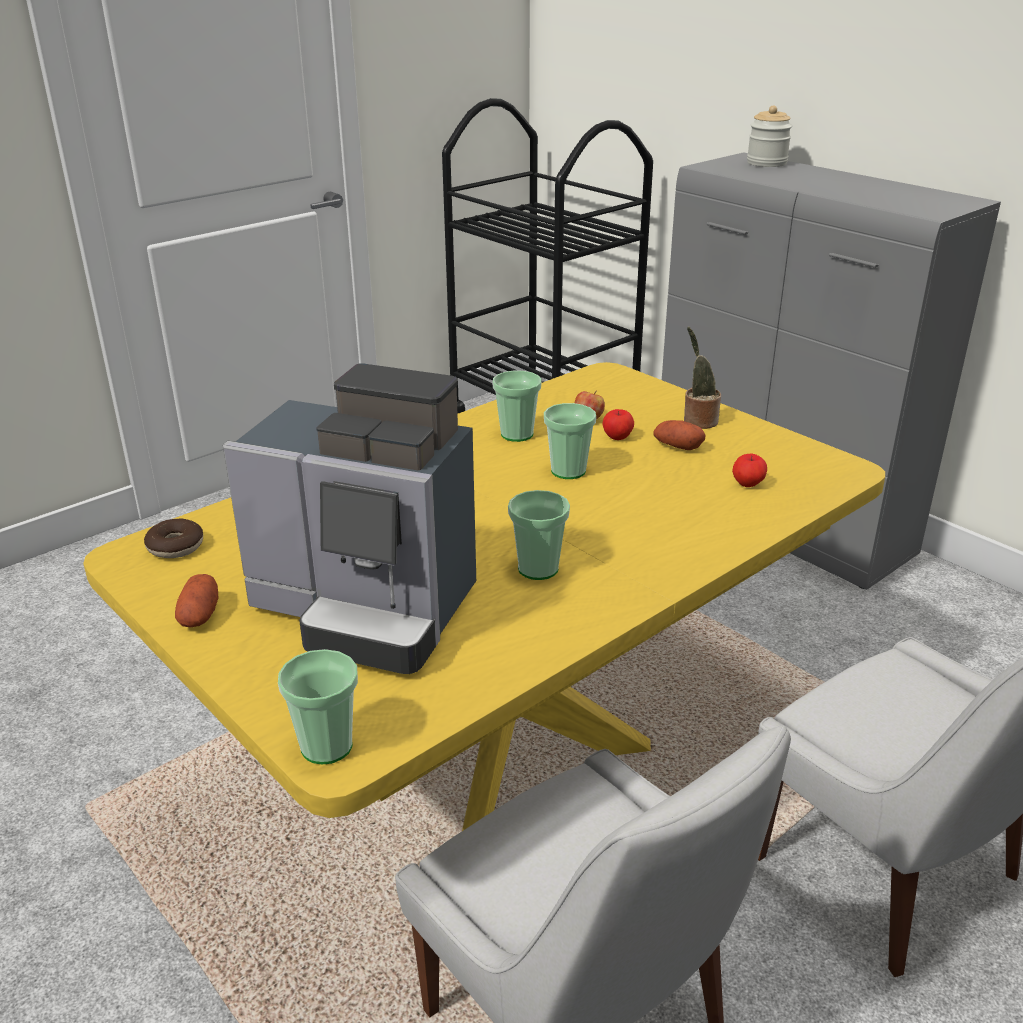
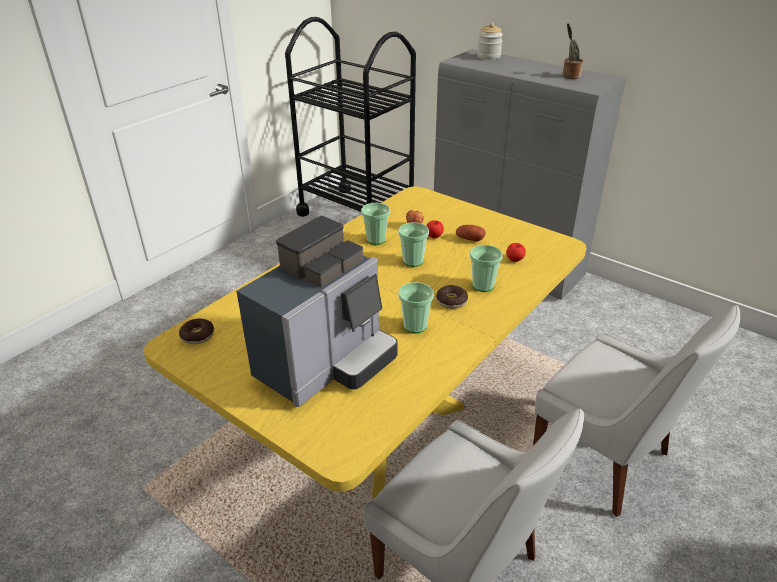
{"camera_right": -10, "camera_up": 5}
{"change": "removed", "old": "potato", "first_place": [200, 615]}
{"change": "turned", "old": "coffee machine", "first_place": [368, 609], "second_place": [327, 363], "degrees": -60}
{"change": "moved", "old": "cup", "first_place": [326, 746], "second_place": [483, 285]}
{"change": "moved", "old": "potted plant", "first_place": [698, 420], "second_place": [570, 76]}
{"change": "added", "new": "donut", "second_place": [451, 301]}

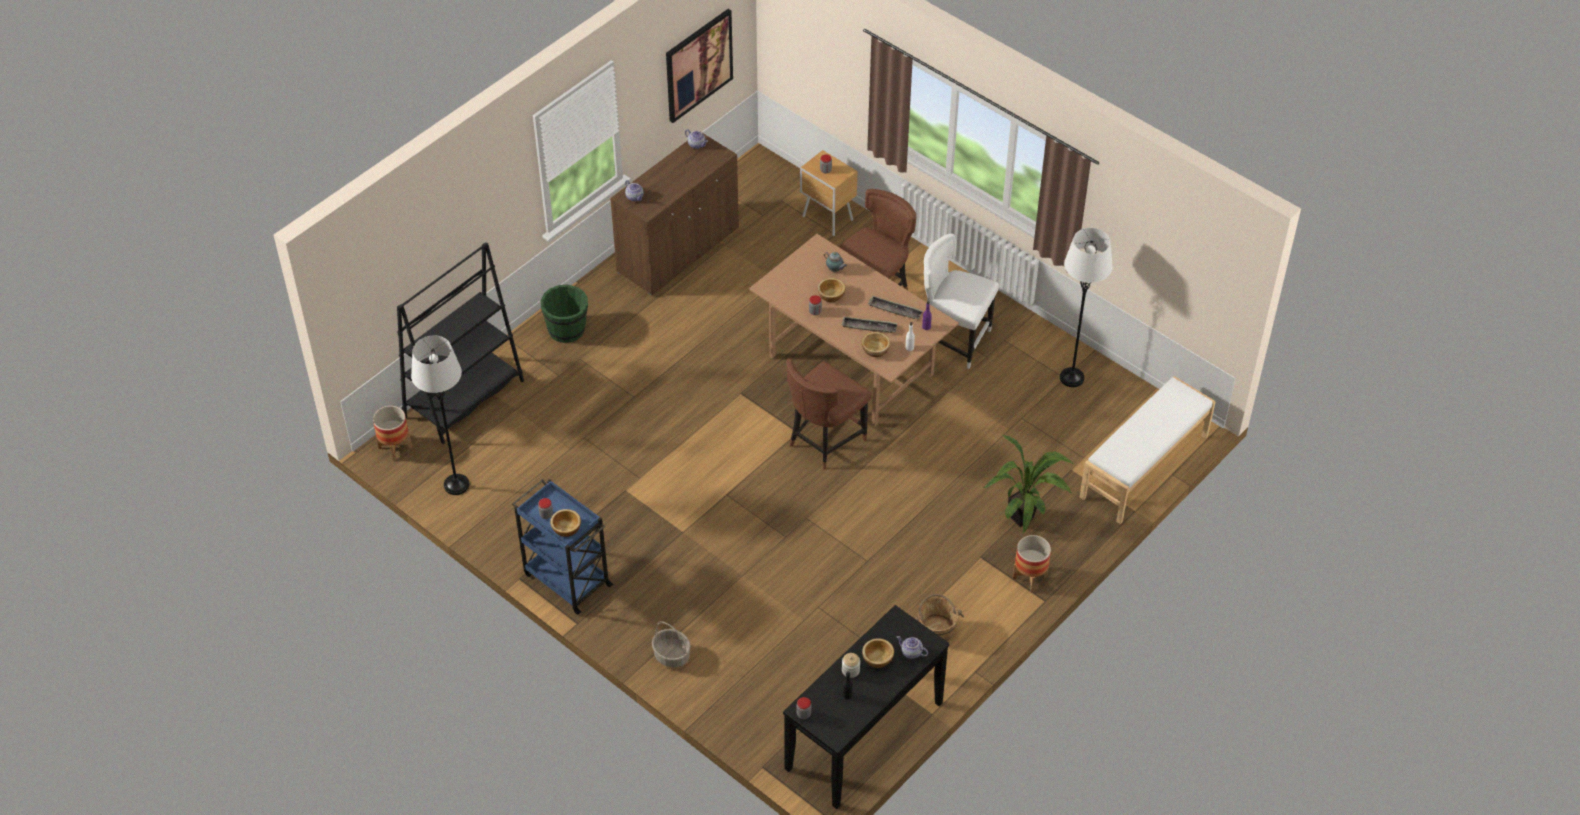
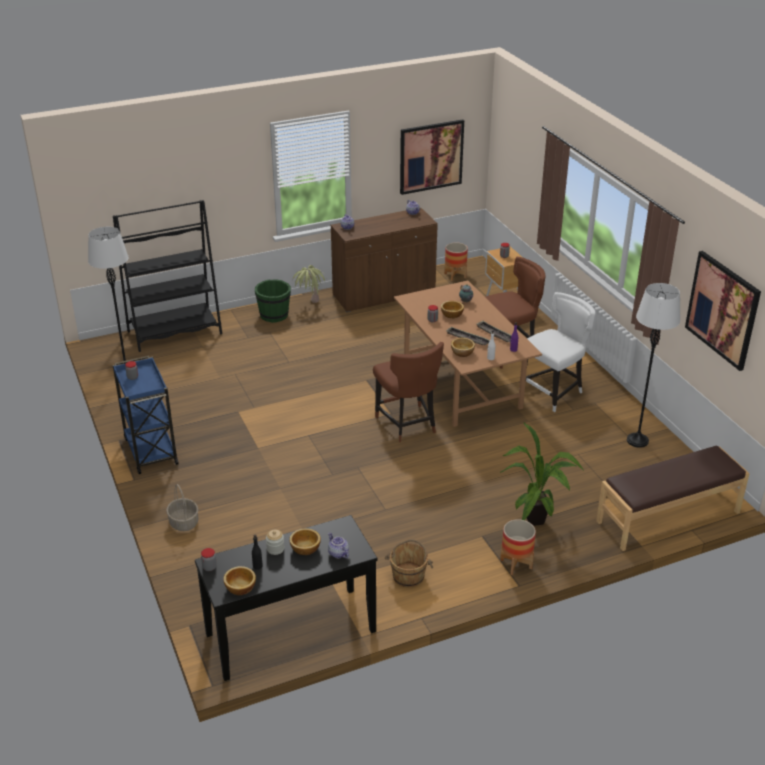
{"camera_right": 25, "camera_up": -15}
{"change": "moved", "old": "planter", "first_place": [395, 447], "second_place": [455, 275]}
{"change": "moved", "old": "bowl", "first_place": [565, 529], "second_place": [239, 587]}
{"change": "turned", "old": "brown chair", "first_place": [824, 441], "second_place": [407, 425], "degrees": -90}
{"change": "turned", "old": "white chair", "first_place": [954, 340], "second_place": [553, 392], "degrees": 90}
{"change": "recoloured", "old": "white bench", "new": "brown bench", "first_place": [1145, 467], "second_place": [668, 517]}
{"change": "added", "new": "potted plant", "second_place": [310, 306]}
{"change": "added", "new": "picture", "second_place": [722, 309]}

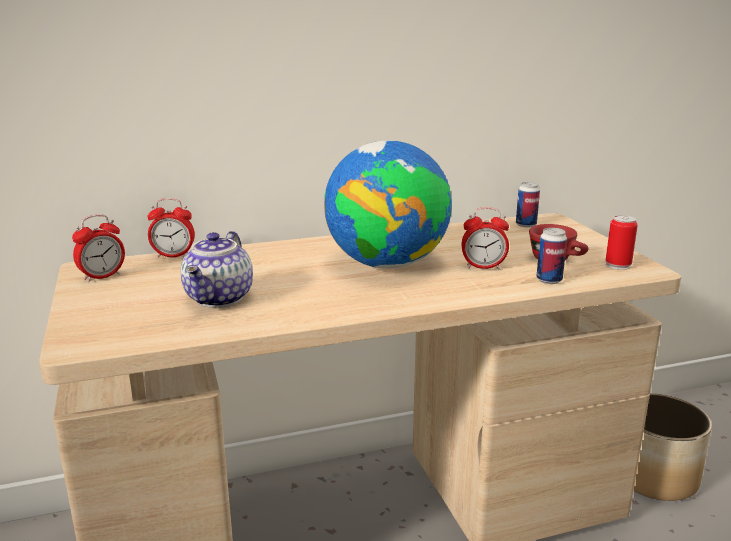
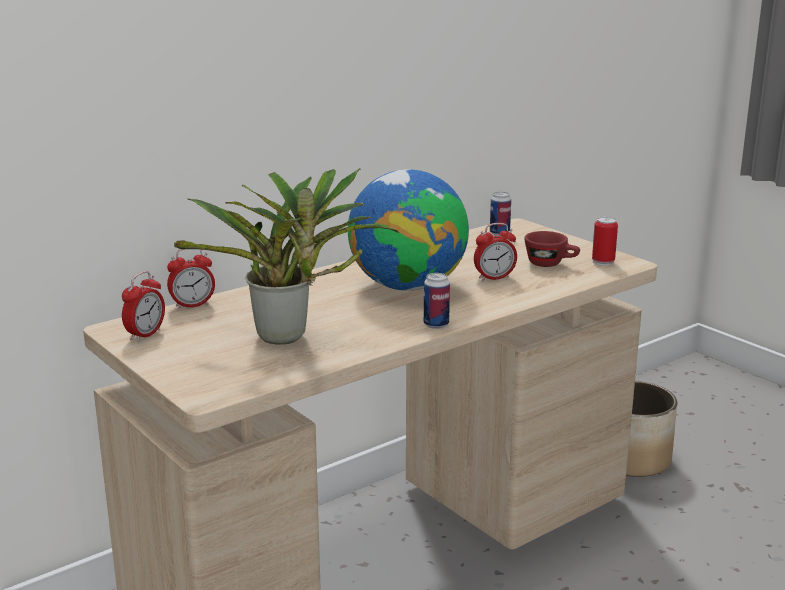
{"camera_right": -20, "camera_up": 0}
{"change": "replaced", "old": "teapot", "new": "potted plant", "first_place": [220, 299], "second_place": [288, 338]}
{"change": "moved", "old": "can", "first_place": [549, 280], "second_place": [436, 324]}

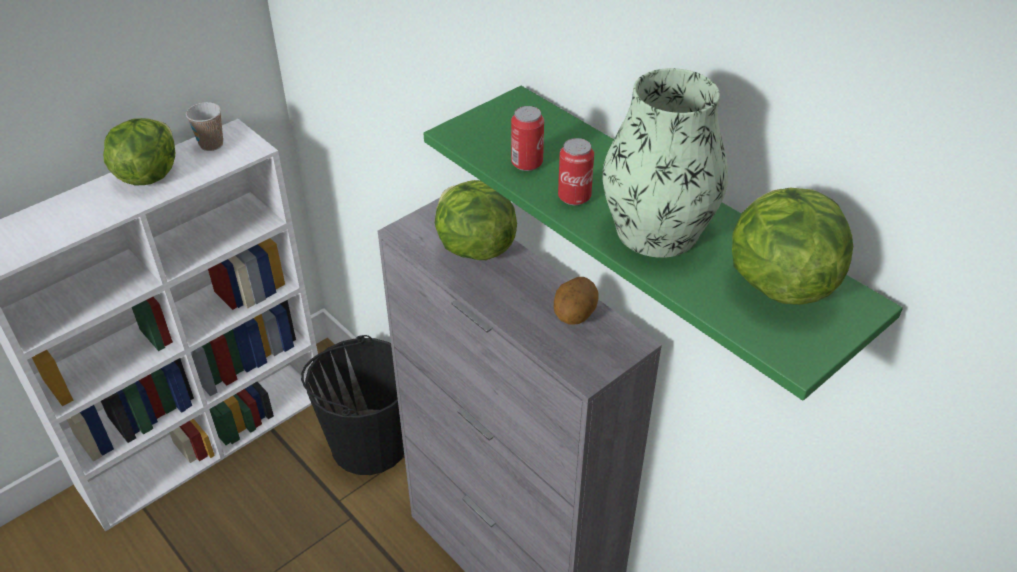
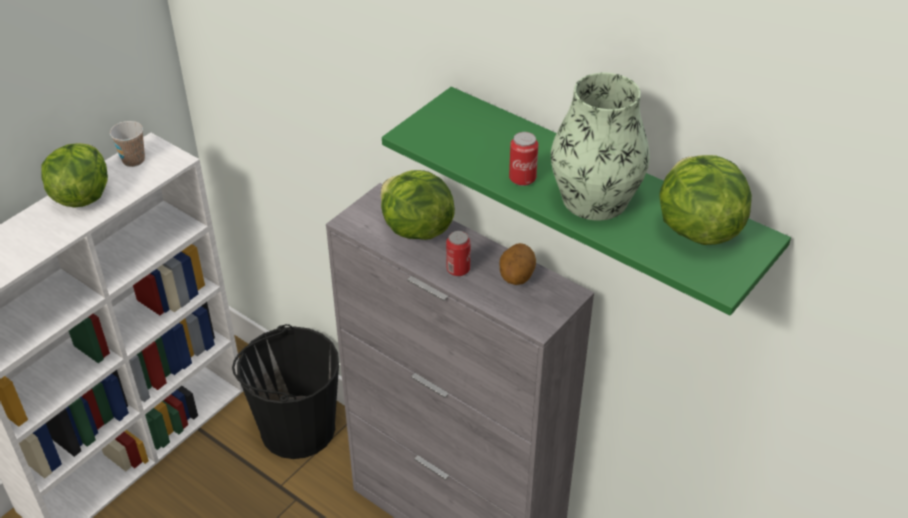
{"camera_right": -10, "camera_up": 0}
{"change": "moved", "old": "can", "first_place": [527, 163], "second_place": [458, 269]}

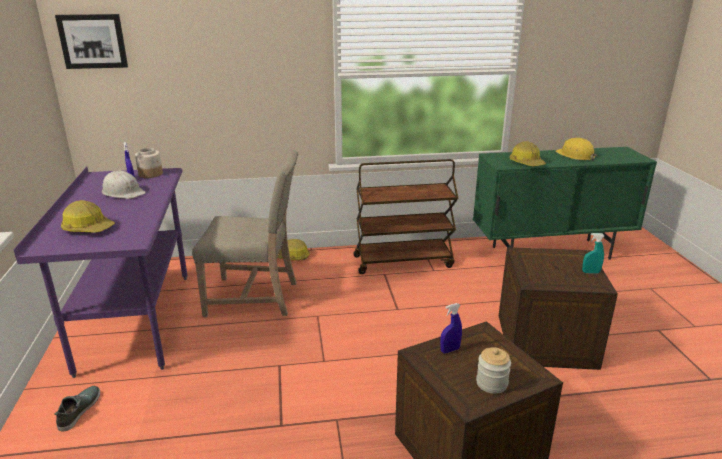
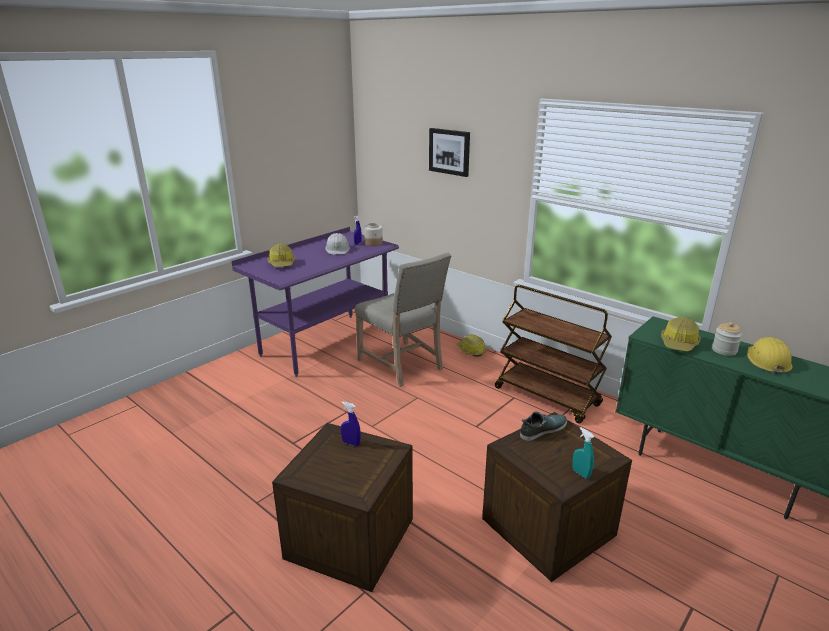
{"camera_right": 50, "camera_up": 0}
{"change": "moved", "old": "shoe", "first_place": [79, 410], "second_place": [542, 430]}
{"change": "moved", "old": "picture", "first_place": [93, 41], "second_place": [449, 151]}
{"change": "moved", "old": "jar", "first_place": [491, 383], "second_place": [724, 350]}

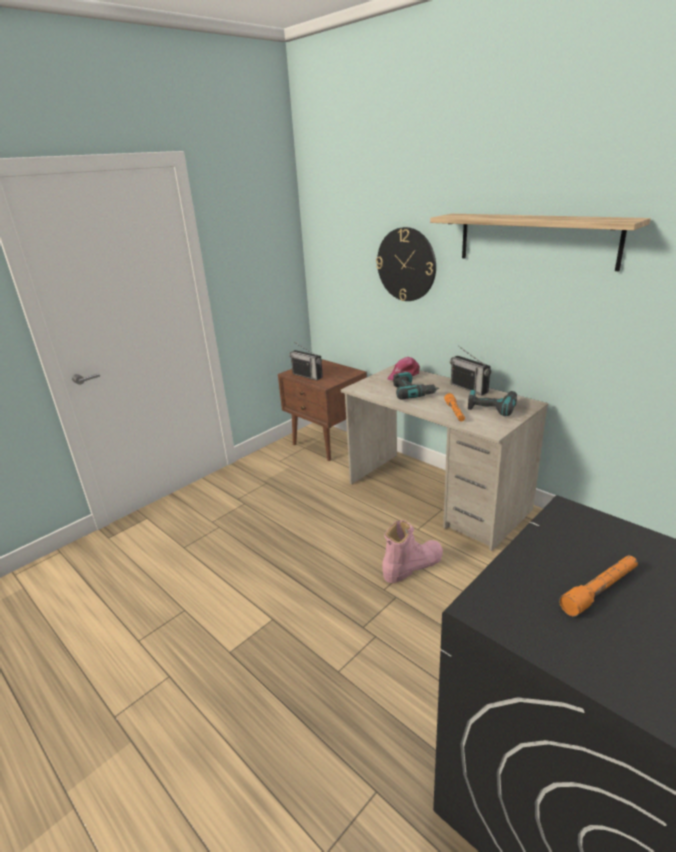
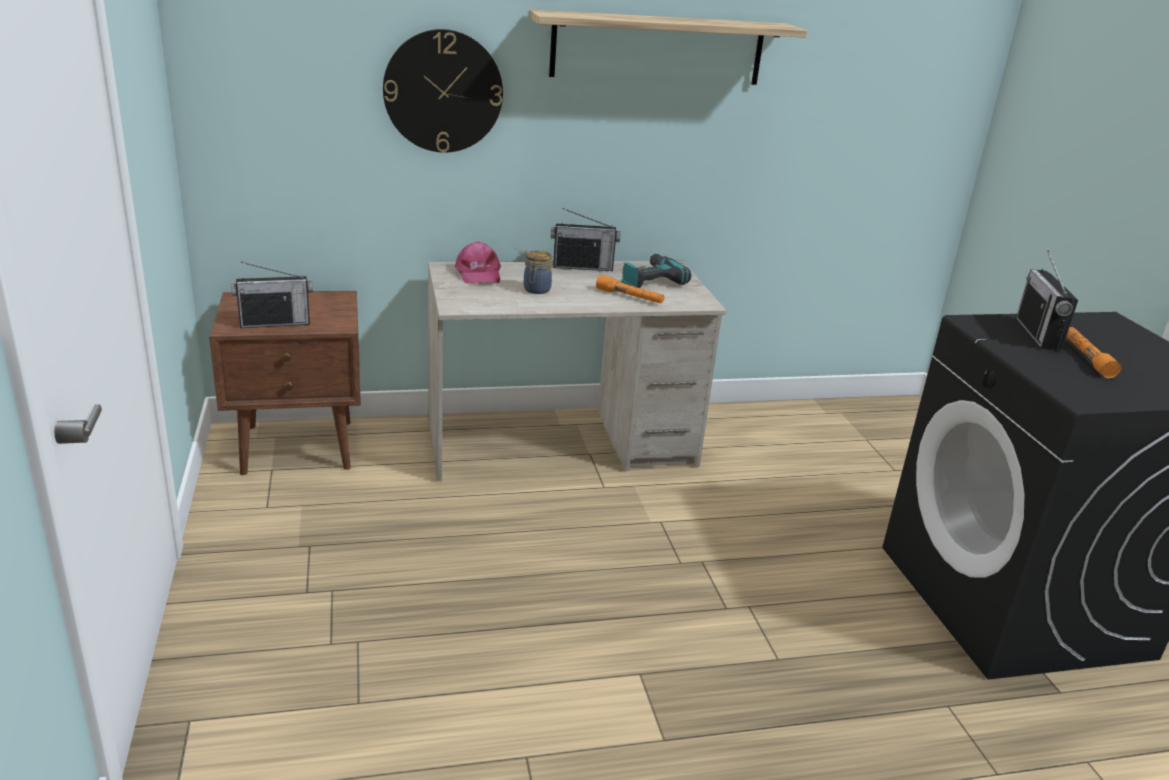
{"camera_right": -60, "camera_up": 0}
{"change": "removed", "old": "pink boot", "first_place": [412, 565]}
{"change": "replaced", "old": "power drill", "new": "jar", "first_place": [412, 392], "second_place": [536, 290]}
{"change": "added", "new": "radio", "second_place": [1037, 334]}

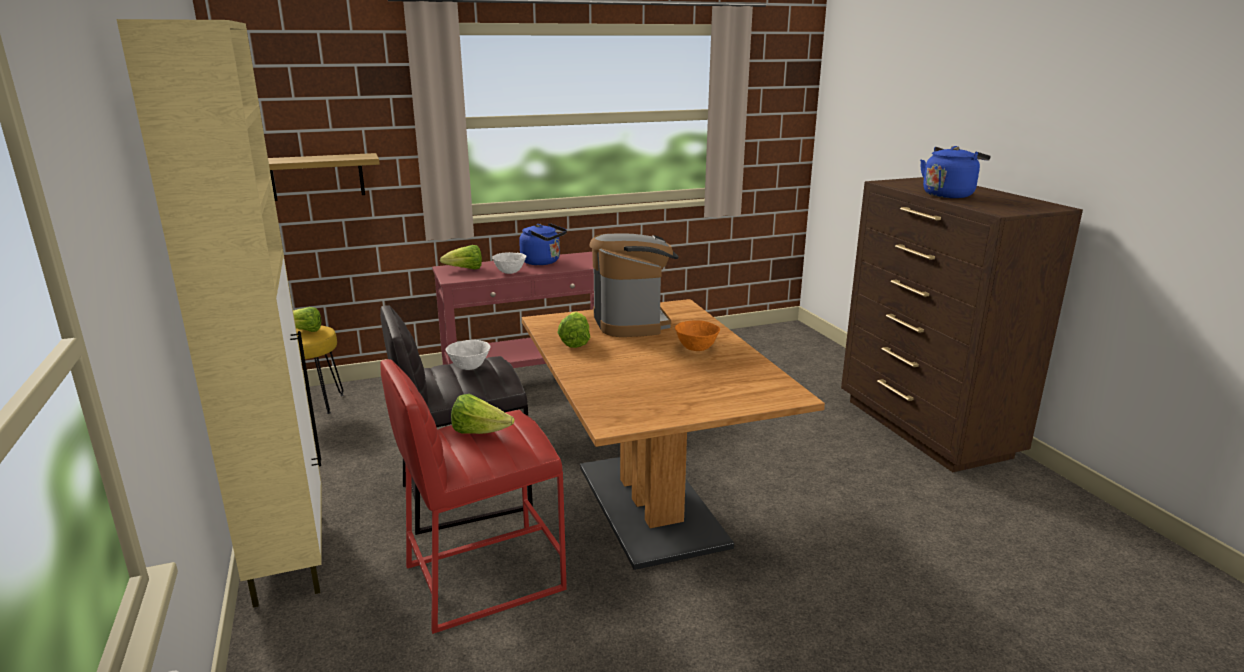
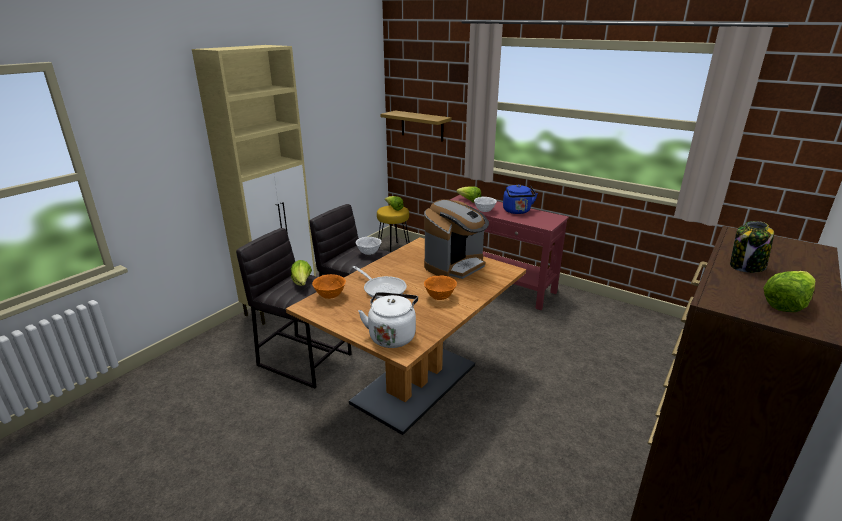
{"camera_right": 55, "camera_up": 5}
{"change": "recoloured", "old": "red stool", "new": "grey stool", "first_place": [482, 577], "second_place": [305, 359]}
{"change": "moved", "old": "lettuce", "first_place": [574, 342], "second_place": [786, 304]}
{"change": "replaced", "old": "blue kettle", "new": "jar", "first_place": [949, 195], "second_place": [746, 267]}
{"change": "added", "new": "orange bowl", "second_place": [330, 296]}
{"change": "added", "new": "frying pan", "second_place": [382, 289]}
{"change": "added", "new": "white kettle", "second_place": [392, 336]}

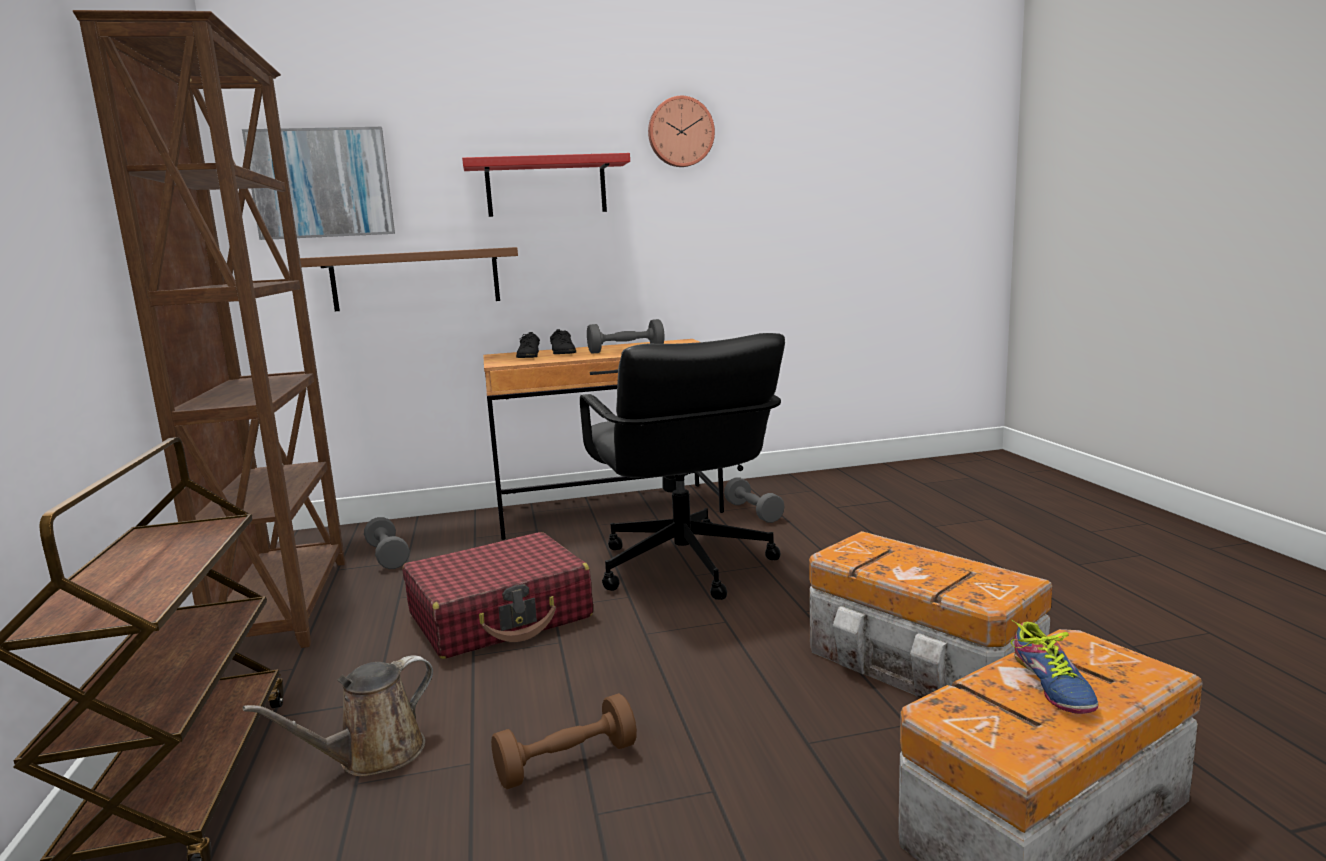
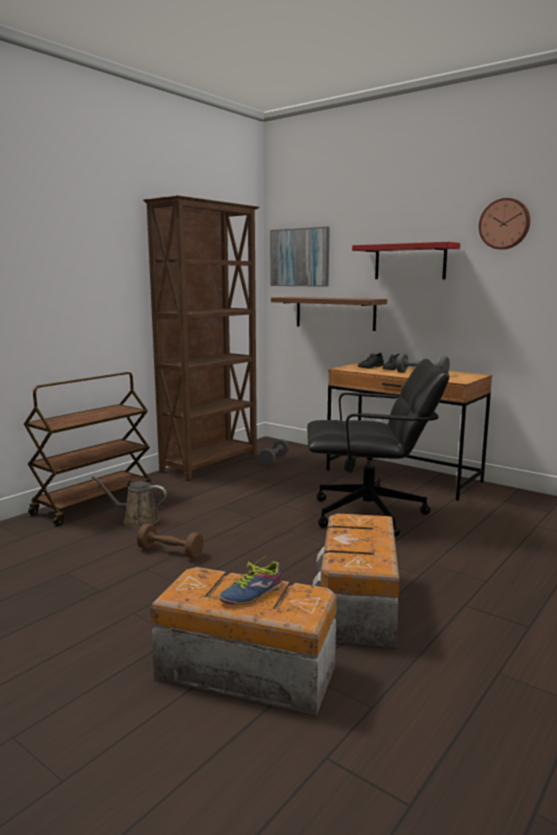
{"camera_right": 50, "camera_up": 0}
{"change": "removed", "old": "red suitcase", "first_place": [501, 616]}
{"change": "turned", "old": "black office chair", "first_place": [683, 567], "second_place": [370, 514], "degrees": -120}
{"change": "removed", "old": "grey dumbbell", "first_place": [753, 512]}

